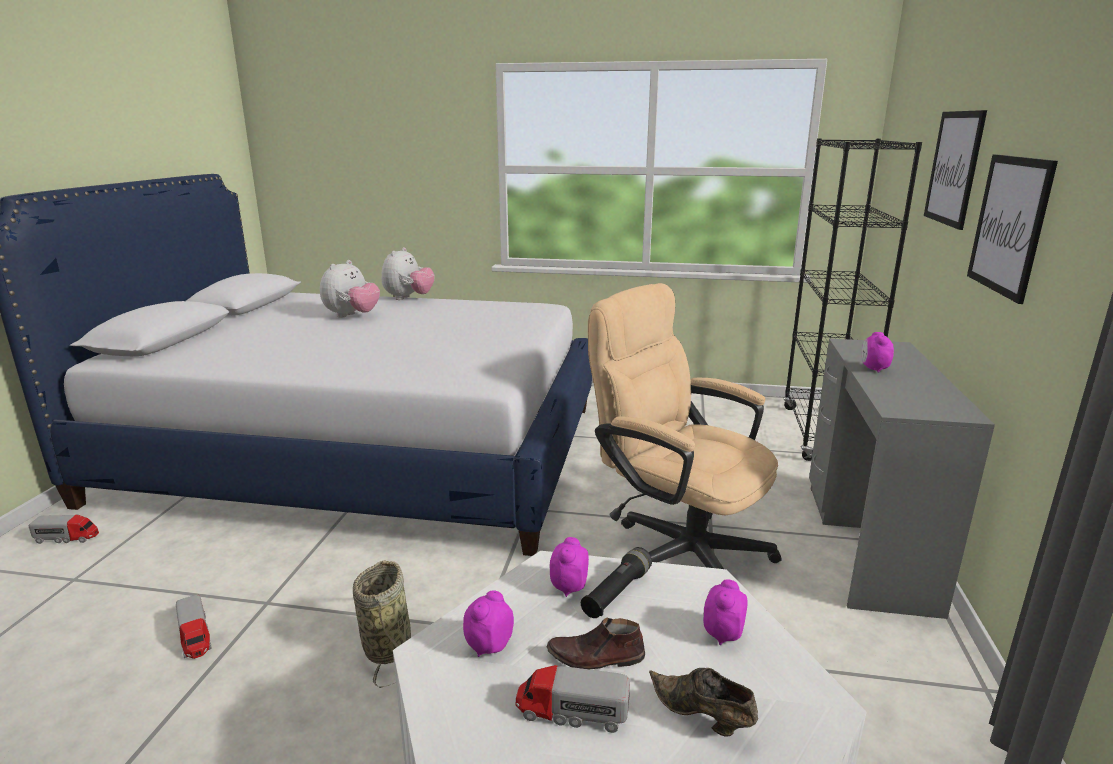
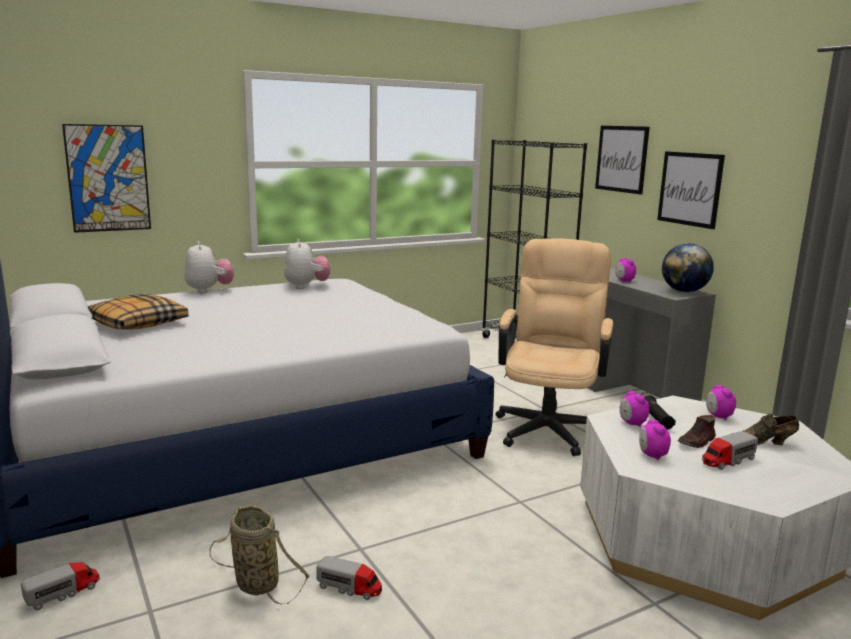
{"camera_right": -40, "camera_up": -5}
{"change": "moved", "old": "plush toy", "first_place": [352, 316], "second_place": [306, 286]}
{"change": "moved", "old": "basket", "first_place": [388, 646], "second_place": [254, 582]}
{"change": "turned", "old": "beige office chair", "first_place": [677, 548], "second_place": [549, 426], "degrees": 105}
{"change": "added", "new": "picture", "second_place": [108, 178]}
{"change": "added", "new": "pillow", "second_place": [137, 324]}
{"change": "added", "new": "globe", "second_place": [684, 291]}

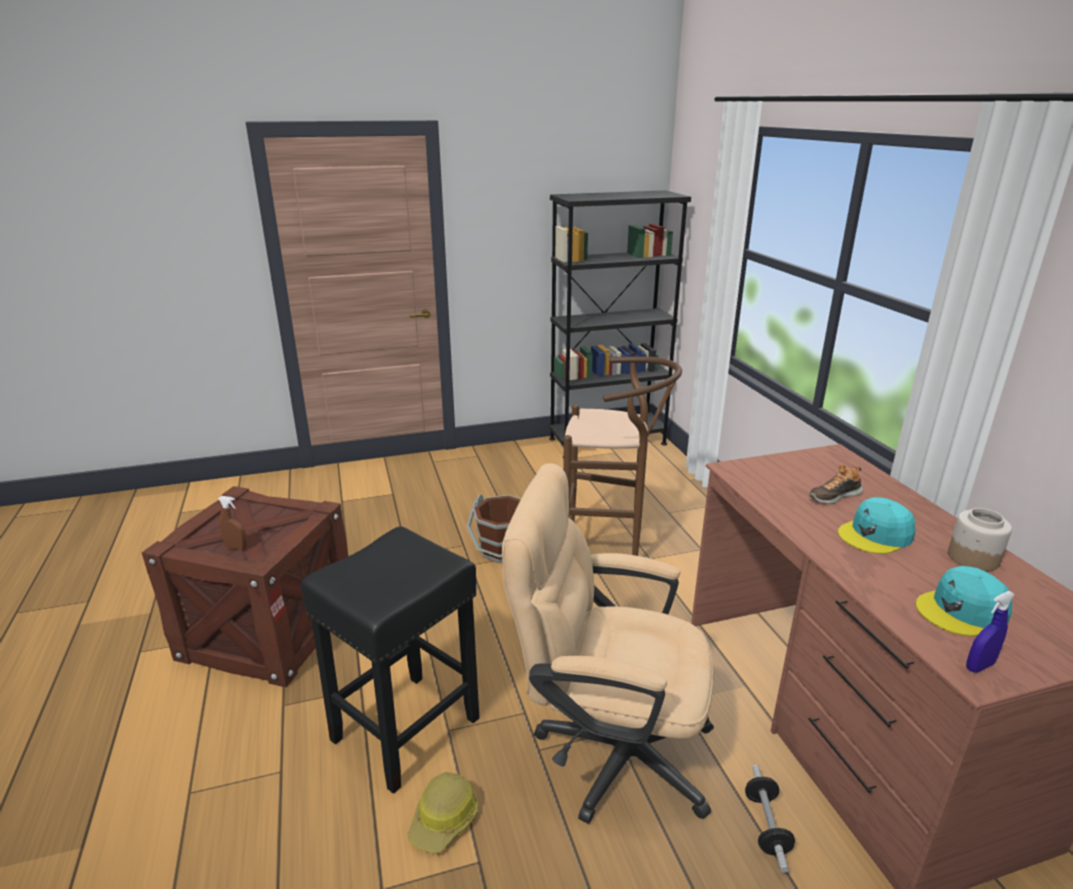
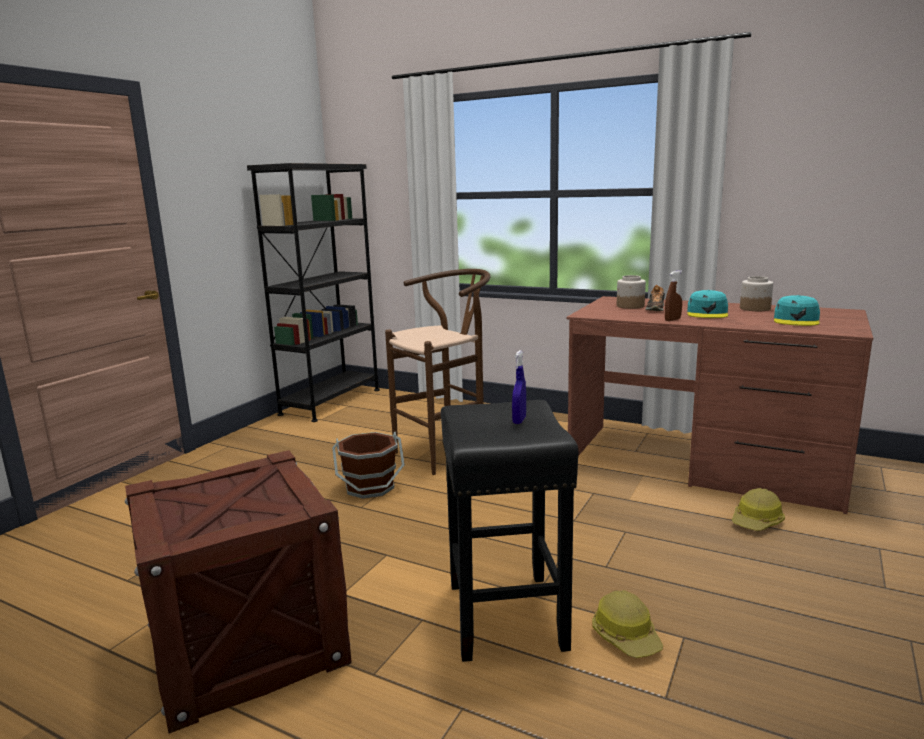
{"camera_right": -45, "camera_up": -10}
{"change": "moved", "old": "brown spray bottle", "first_place": [236, 547], "second_place": [672, 320]}
{"change": "removed", "old": "beige office chair", "first_place": [608, 749]}
{"change": "replaced", "old": "dumbbell", "new": "hard hat", "first_place": [766, 826], "second_place": [757, 521]}
{"change": "moved", "old": "blue spray bottle", "first_place": [979, 666], "second_place": [519, 420]}
{"change": "added", "new": "jar", "second_place": [630, 306]}

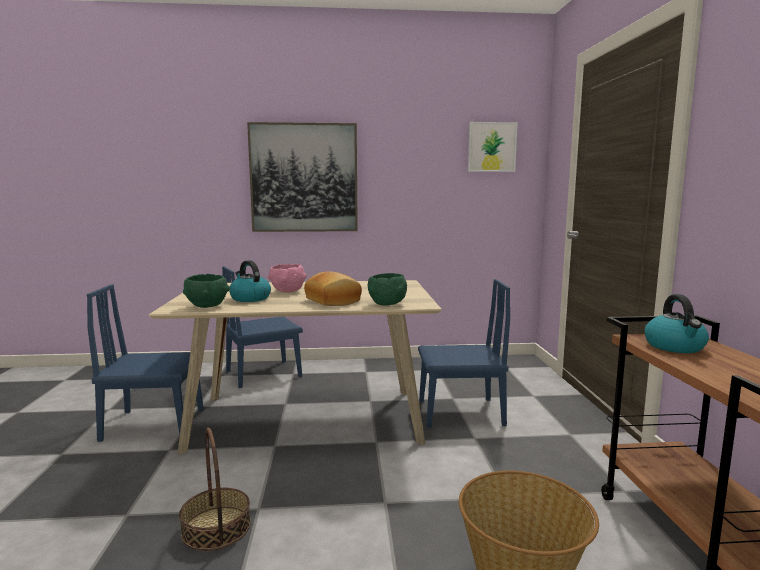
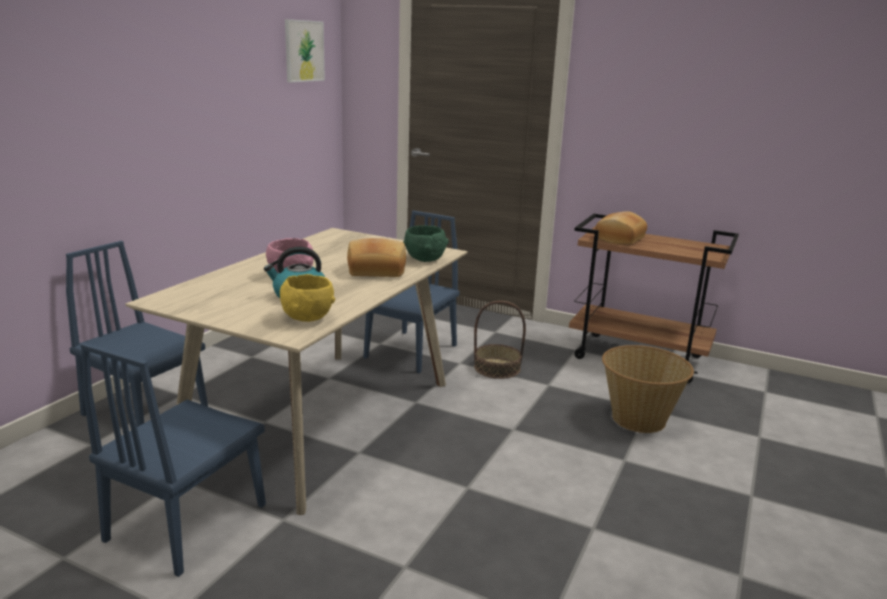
{"camera_right": -60, "camera_up": 10}
{"change": "moved", "old": "basket", "first_place": [216, 528], "second_place": [497, 368]}
{"change": "recoloured", "old": "green bowl", "new": "yellow bowl", "first_place": [206, 306], "second_place": [307, 319]}
{"change": "turned", "old": "blue chair", "first_place": [264, 373], "second_place": [145, 412], "degrees": 120}
{"change": "removed", "old": "picture", "first_place": [304, 178]}
{"change": "replaced", "old": "kettle", "new": "bread", "first_place": [675, 347], "second_place": [618, 238]}

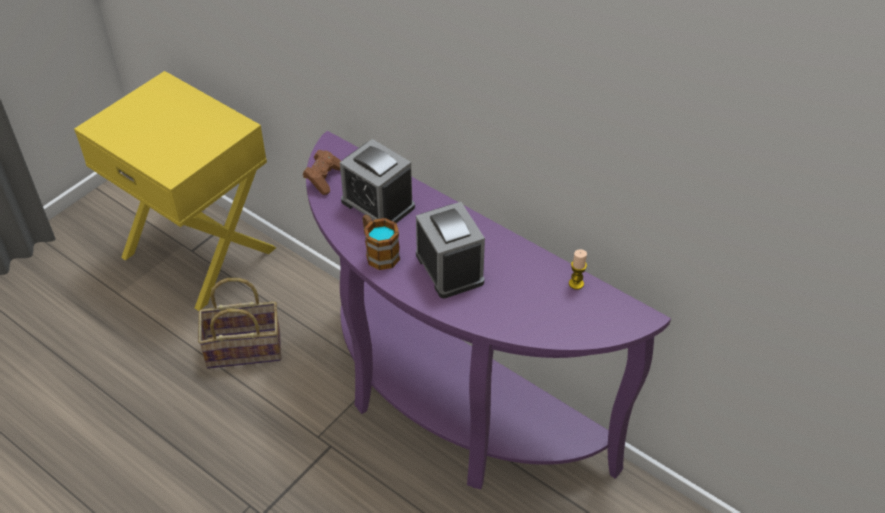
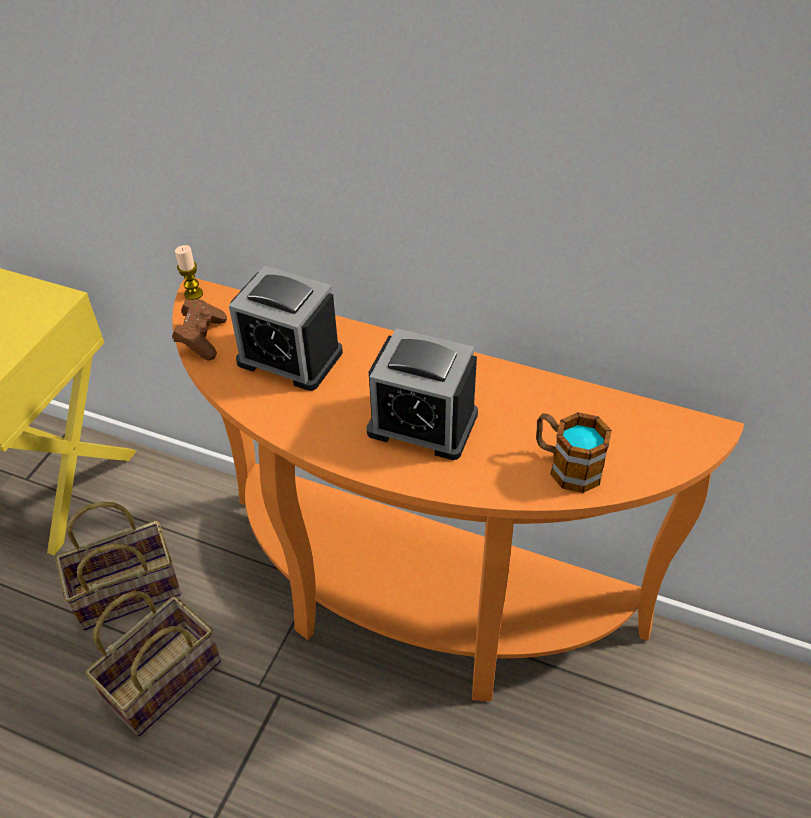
{"camera_right": -15, "camera_up": 0}
{"change": "recoloured", "old": "purple console table", "new": "orange console table", "first_place": [448, 409], "second_place": [414, 604]}
{"change": "moved", "old": "mug", "first_place": [378, 252], "second_place": [566, 466]}
{"change": "turned", "old": "alarm clock", "first_place": [449, 268], "second_place": [422, 423], "degrees": 150}
{"change": "moved", "old": "candle", "first_place": [576, 283], "second_place": [193, 294]}
{"change": "added", "new": "basket", "second_place": [164, 677]}

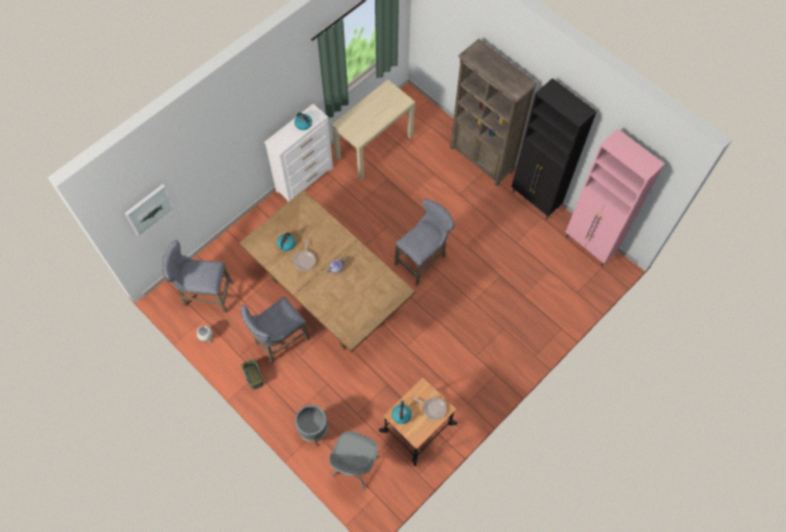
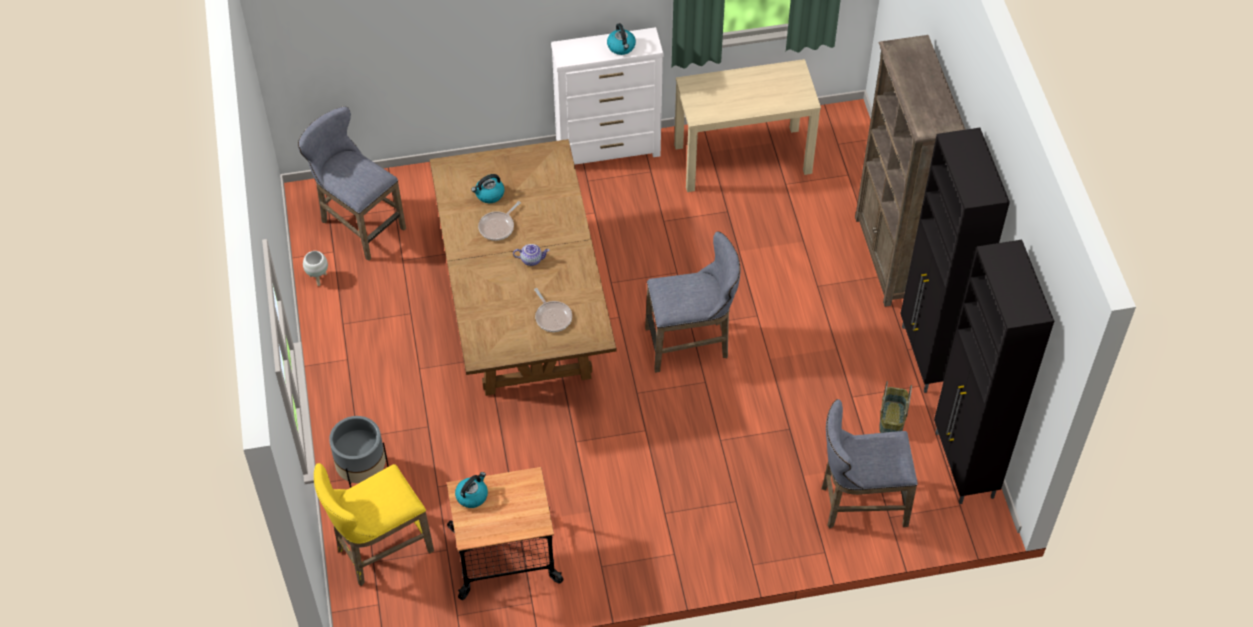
{"camera_right": 35, "camera_up": -10}
{"change": "removed", "old": "picture", "first_place": [149, 210]}
{"change": "moved", "old": "grey stool", "first_place": [279, 341], "second_place": [858, 504]}
{"change": "moved", "old": "basket", "first_place": [253, 376], "second_place": [891, 419]}
{"change": "replaced", "old": "grey chair", "new": "yellow stool", "first_place": [354, 466], "second_place": [379, 550]}
{"change": "moved", "old": "frying pan", "first_place": [433, 408], "second_place": [552, 317]}
{"change": "recoloured", "old": "pink cabinet", "new": "black cabinet", "first_place": [589, 246], "second_place": [964, 466]}

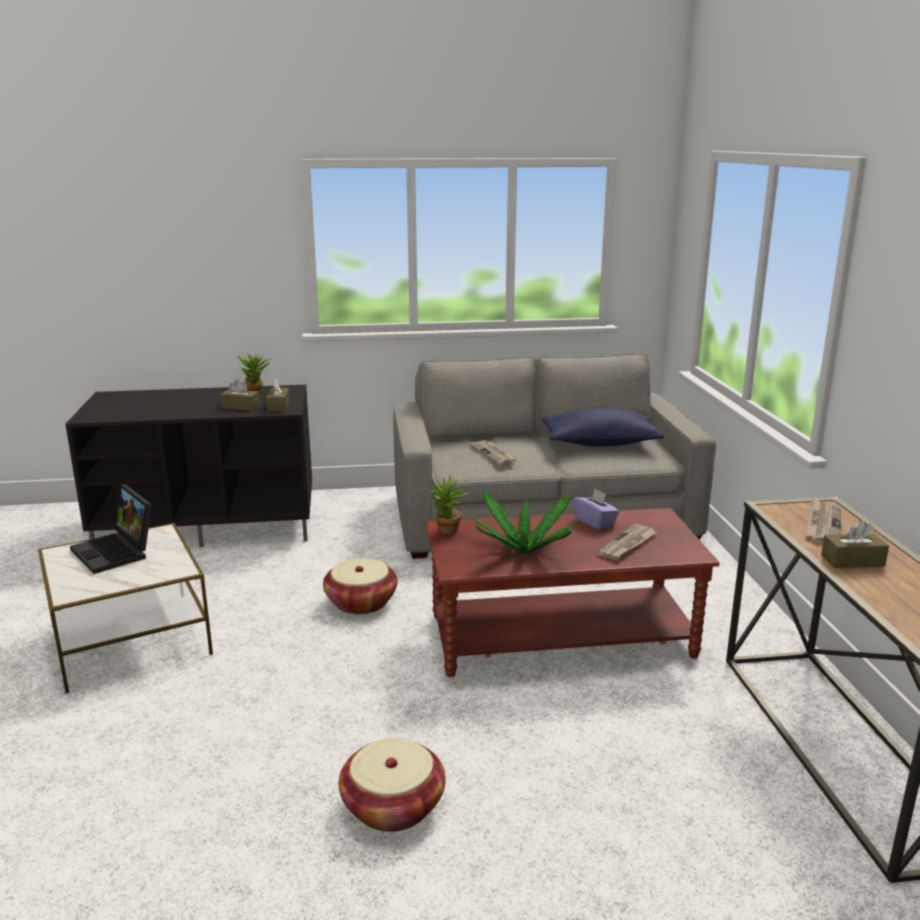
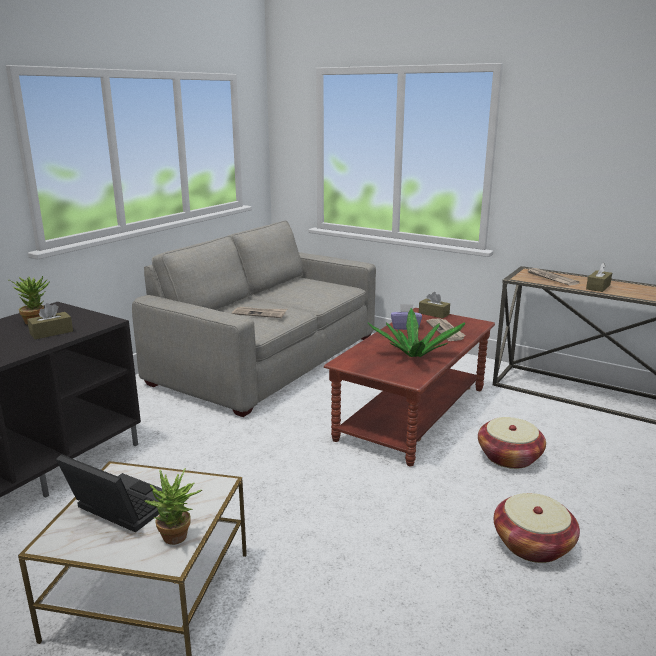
{"camera_right": -50, "camera_up": 0}
{"change": "turned", "old": "laptop", "first_place": [117, 552], "second_place": [119, 507], "degrees": -150}
{"change": "moved", "old": "brown tissue box", "first_place": [278, 406], "second_place": [433, 314]}
{"change": "moved", "old": "basket", "first_place": [361, 602], "second_place": [509, 457]}
{"change": "moved", "old": "potted plant", "first_place": [447, 531], "second_place": [177, 539]}
{"change": "removed", "old": "blue pillow", "first_place": [600, 443]}

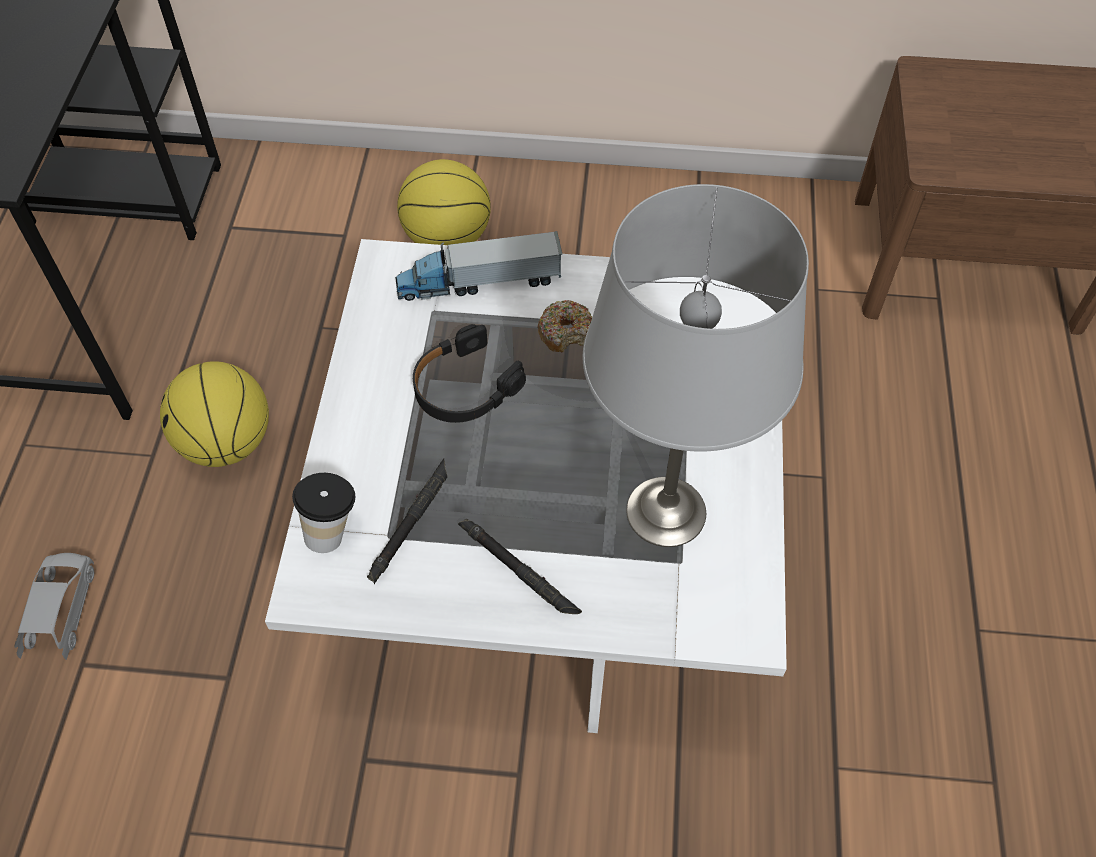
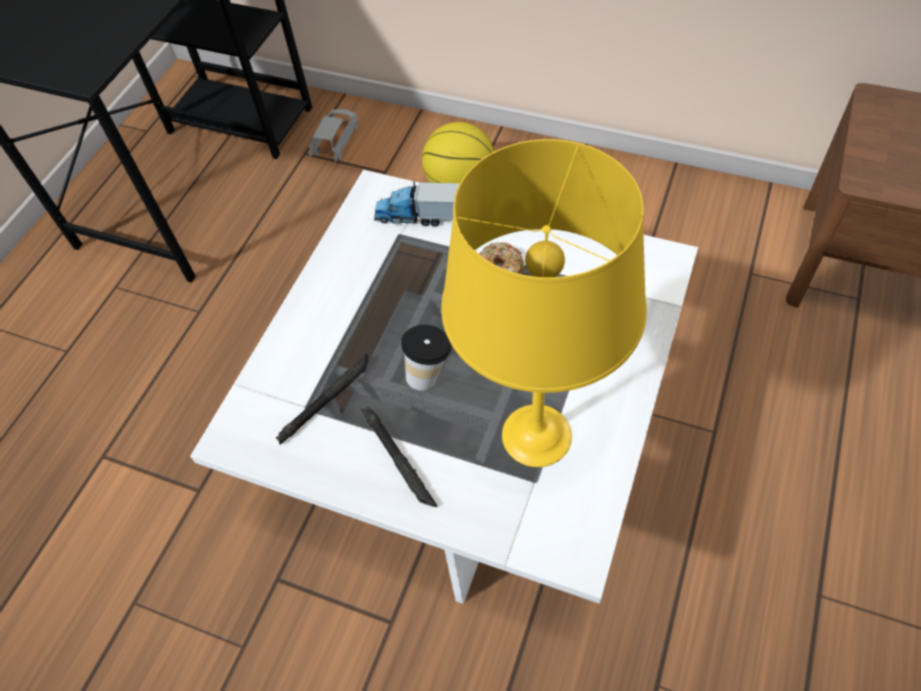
{"camera_right": 20, "camera_up": 0}
{"change": "moved", "old": "grey toy car", "first_place": [62, 611], "second_place": [336, 142]}
{"change": "removed", "old": "basketball", "first_place": [227, 443]}
{"change": "moved", "old": "cup", "first_place": [333, 531], "second_place": [430, 374]}
{"change": "removed", "old": "black headphones", "first_place": [464, 387]}
{"change": "recoloured", "old": "grey table lamp", "new": "yellow table lamp", "first_place": [666, 513], "second_place": [536, 437]}

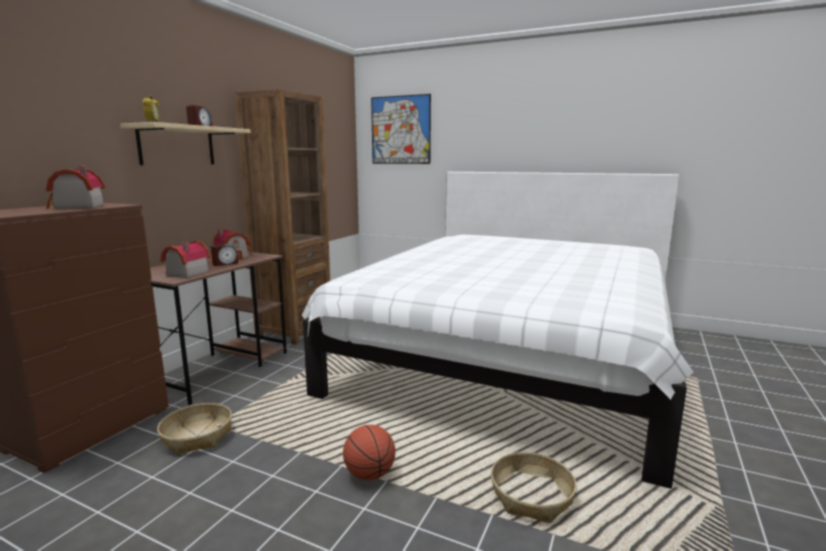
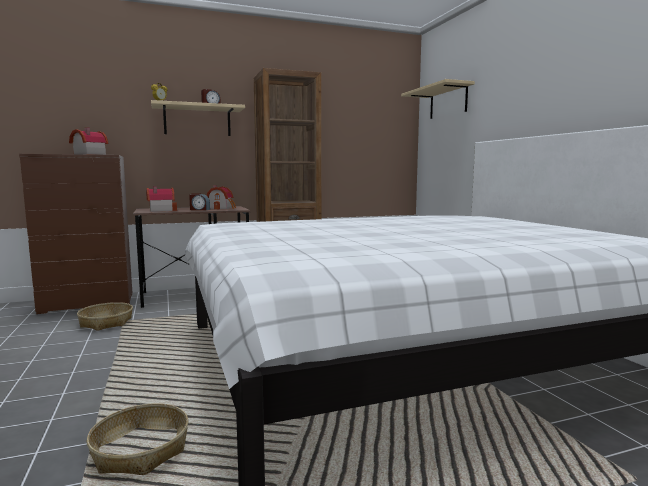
{"camera_right": 45, "camera_up": -5}
{"change": "removed", "old": "basketball", "first_place": [369, 474]}
{"change": "replaced", "old": "picture", "new": "beige shelf", "first_place": [400, 130], "second_place": [448, 102]}

